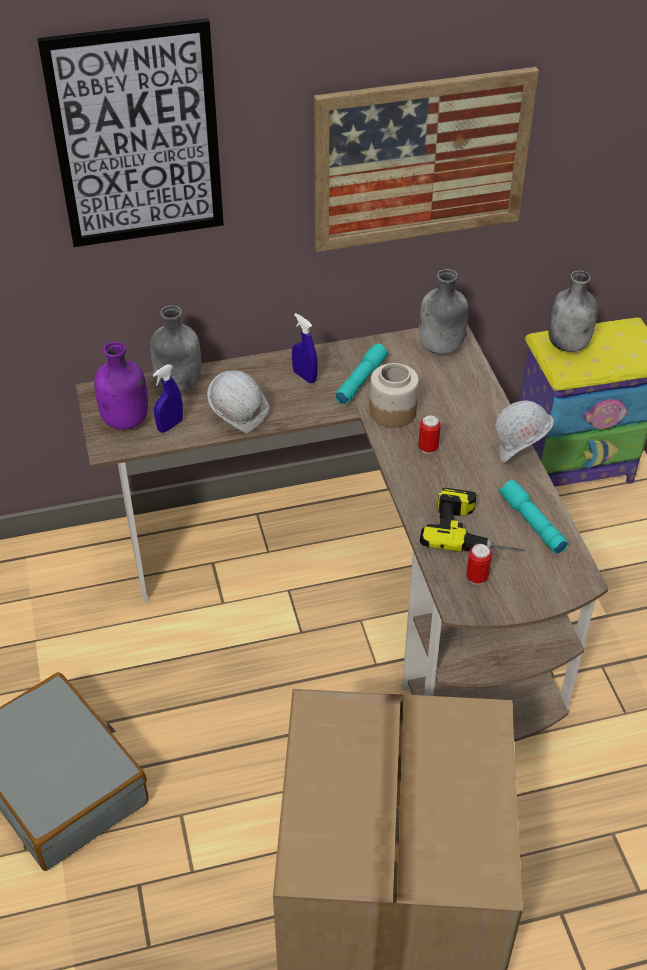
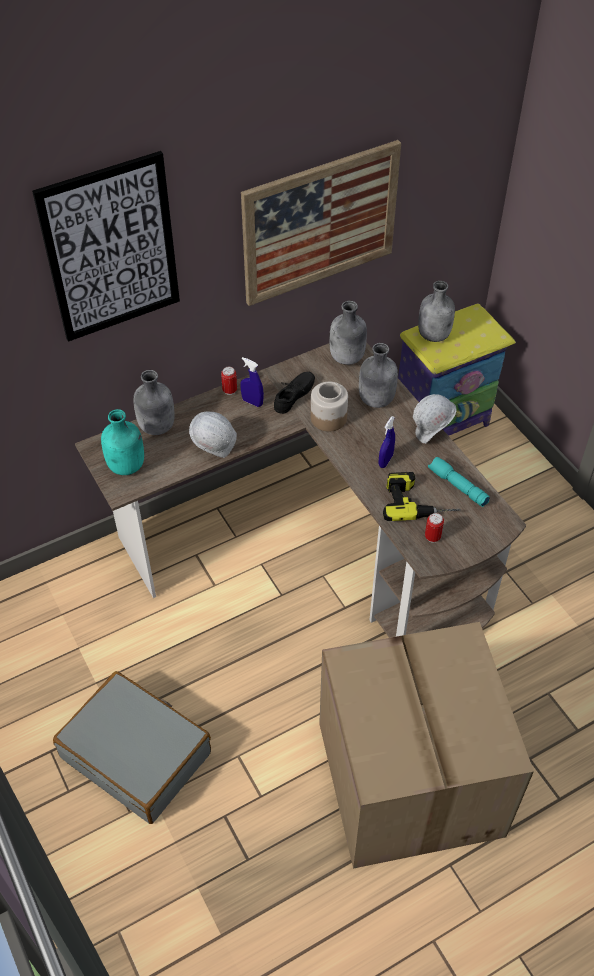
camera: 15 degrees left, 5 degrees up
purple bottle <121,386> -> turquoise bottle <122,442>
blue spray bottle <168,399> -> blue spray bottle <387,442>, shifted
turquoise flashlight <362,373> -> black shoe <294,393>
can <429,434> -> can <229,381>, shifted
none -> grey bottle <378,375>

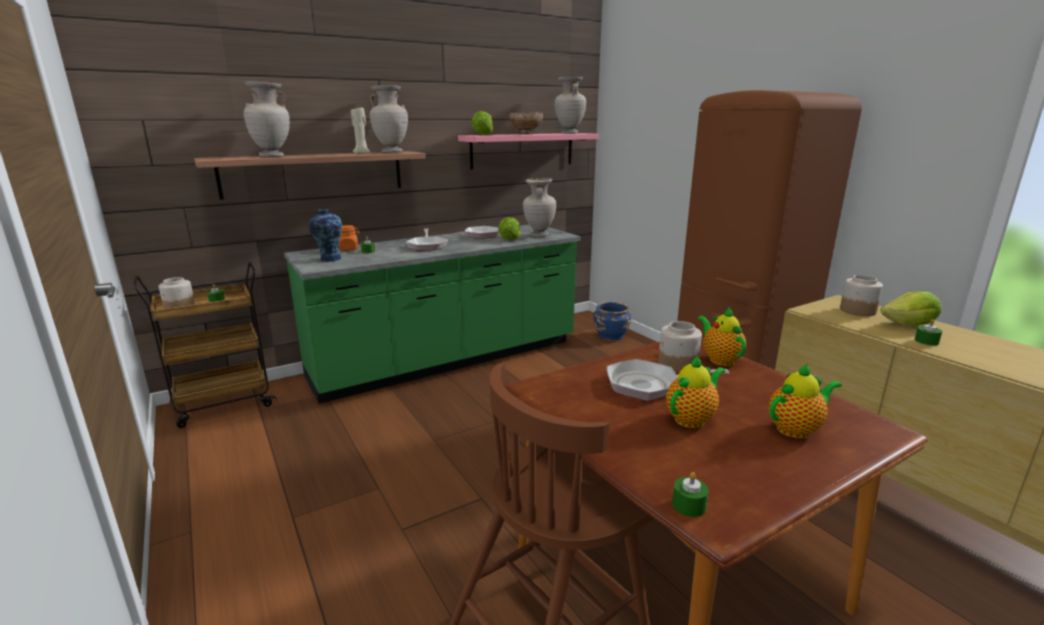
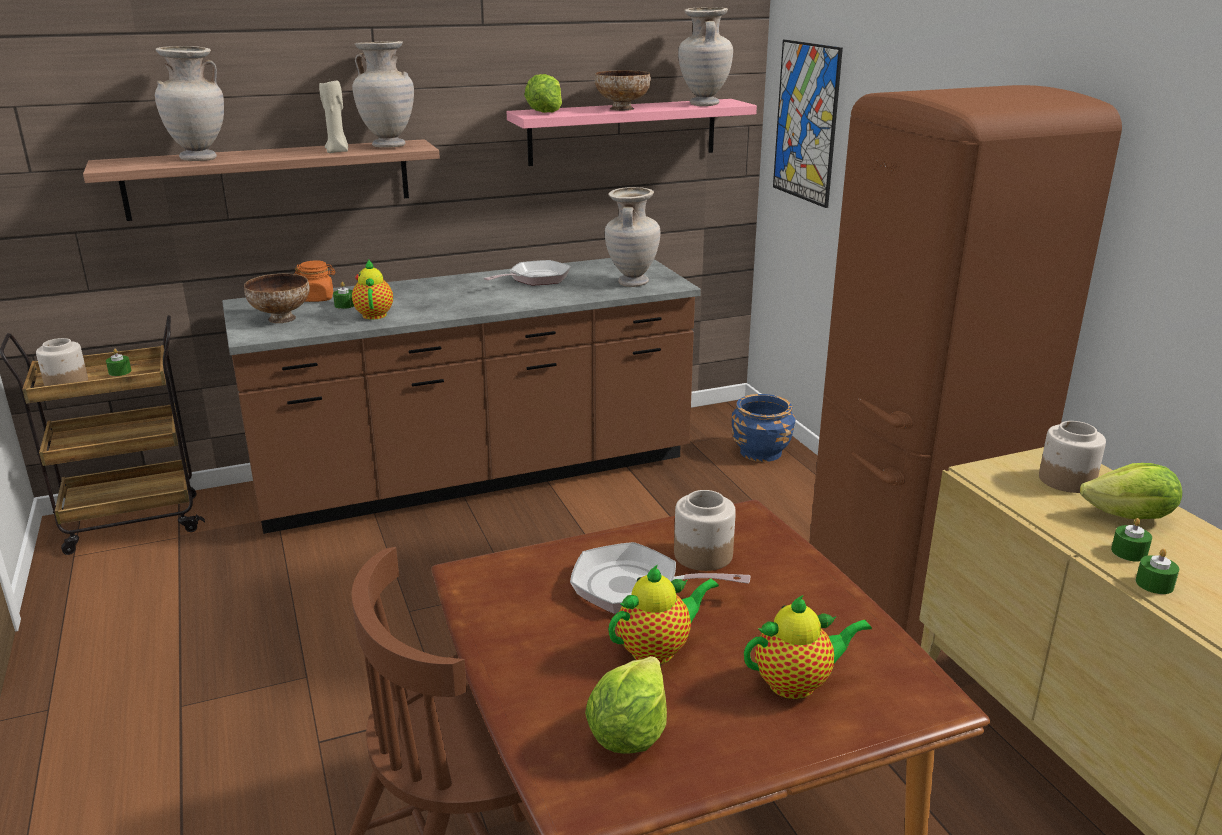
camera: 10 degrees right, 5 degrees up
green counter <432,314> -> brown counter <461,396>
vase <325,235> -> bowl <277,298>
frying pan <427,239> -> none
lettuce <509,228> -> lettuce <626,705>, shifted
green candle <690,494> -> green candle <1157,571>, shifted
teapot <722,336> -> teapot <372,290>, shifted
none -> picture <808,124>

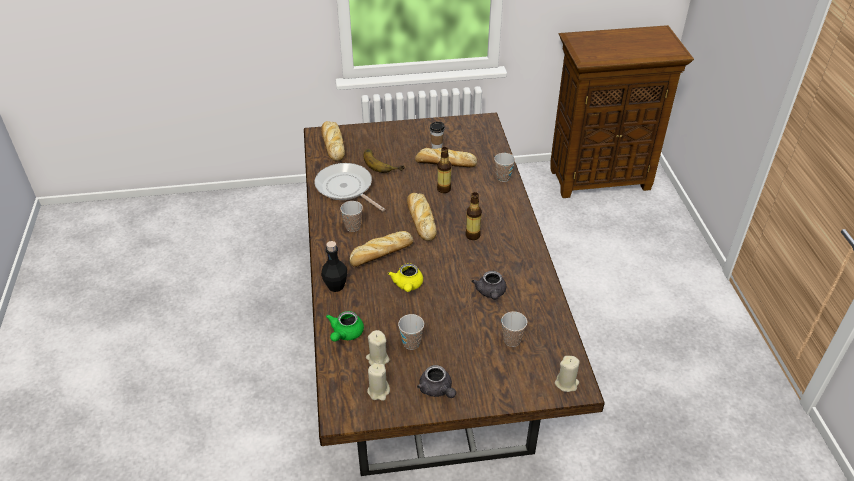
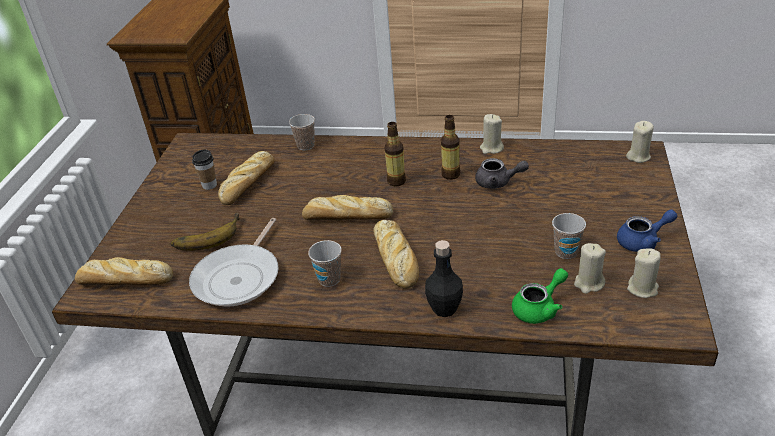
camera: 70 degrees left, 5 degrees down
frying pan <350,187> -> frying pan <234,262>, 45 degrees counterclockwise
green teapot <345,326> -> green teapot <540,296>, 75 degrees counterclockwise
yellow teapot <405,277> -> none
grey teapot <436,381> -> blue teapot <647,230>
bottle <444,170> -> bottle <450,147>, shifted
cup <514,329> -> none
none -> beige candle <492,134>

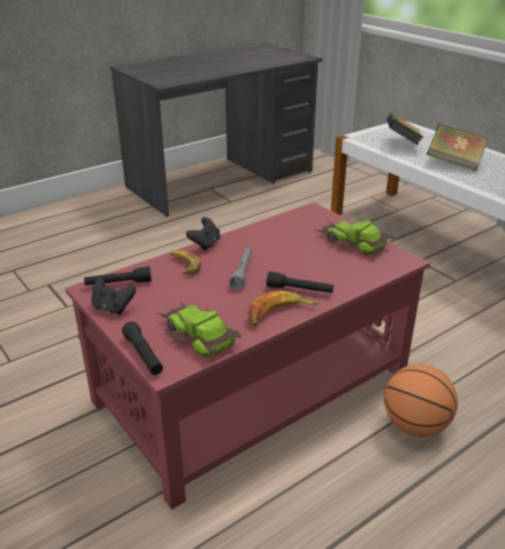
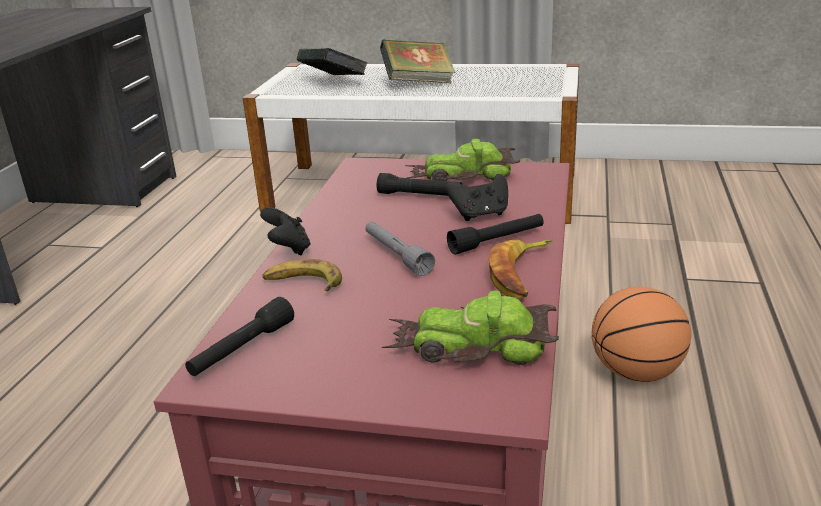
camera: 40 degrees left, 5 degrees down
black game controller <114,296> -> black game controller <477,197>, shifted
black flashlight <142,348> -> black flashlight <419,184>, shifted

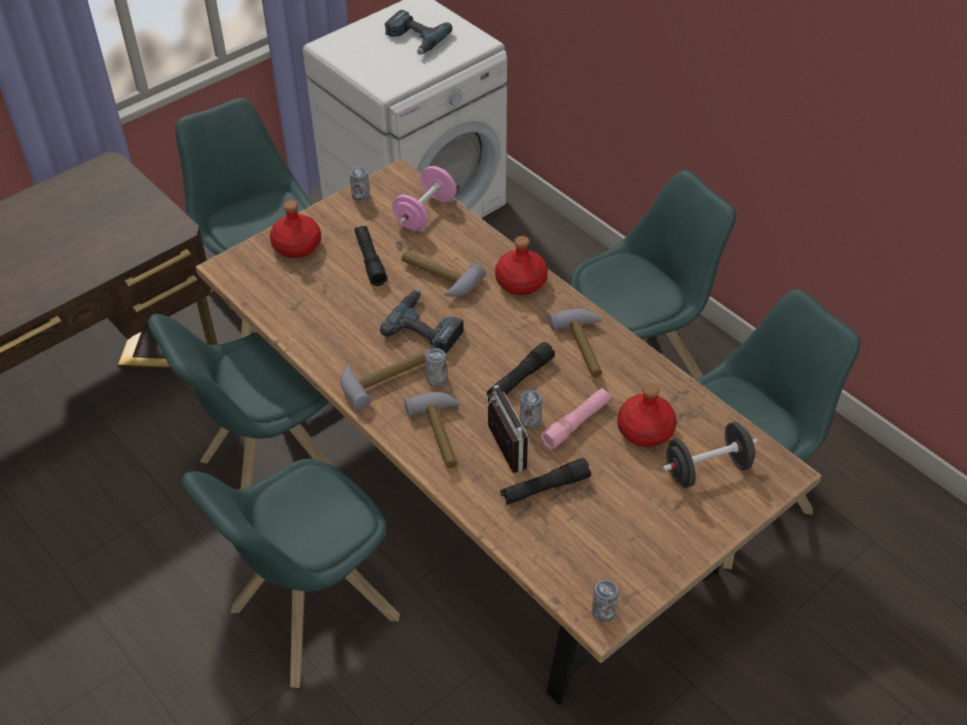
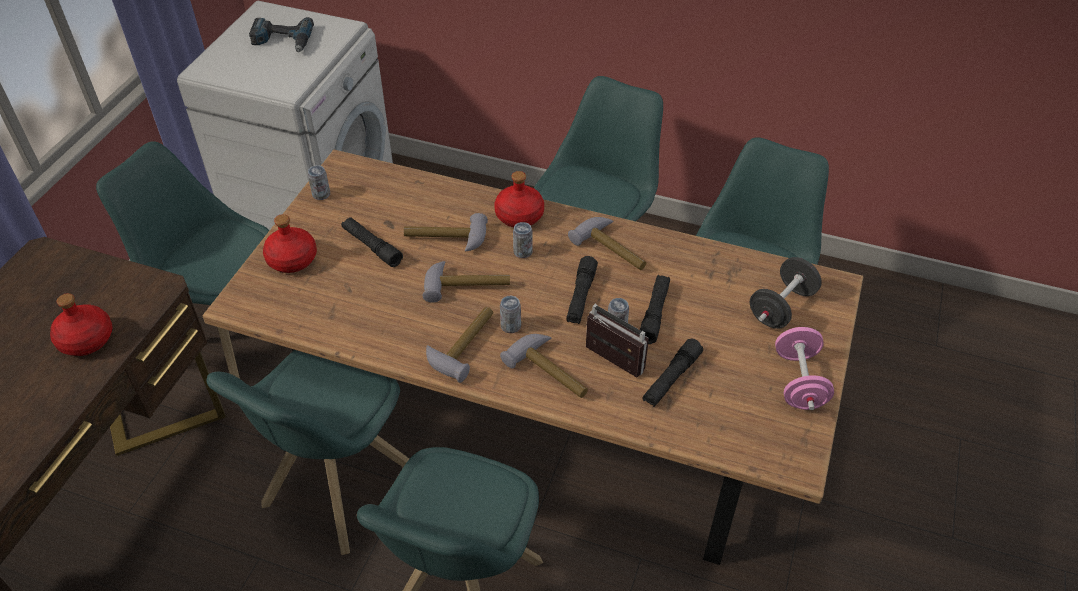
camera: 30 degrees left, 0 degrees up
power drill <422,321> -> hammer <466,282>
pink dumbbell <424,198> -> pink dumbbell <804,368>, shifted
pink flashlight <576,418> -> black flashlight <655,309>
can <605,601> -> can <523,240>, shifted
red bottle <647,415> -> red bottle <81,324>, shifted

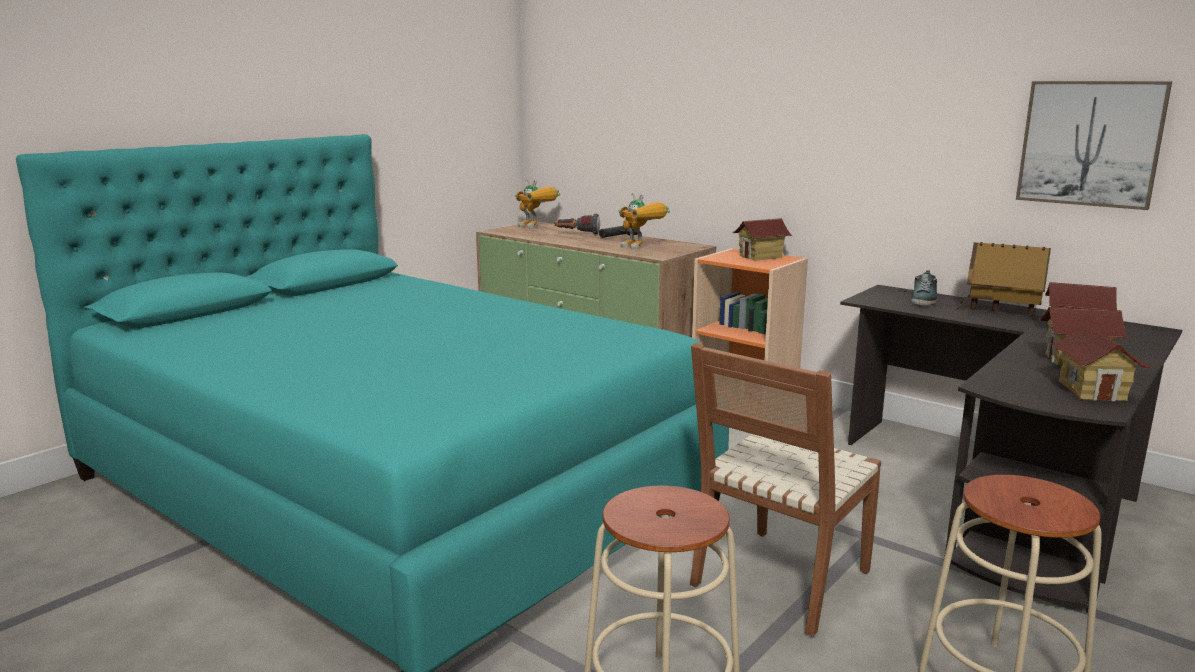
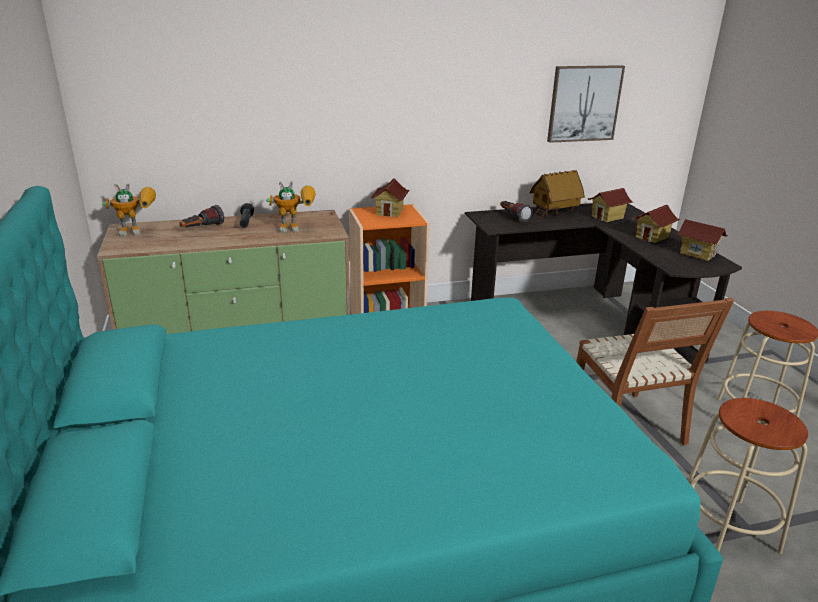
camera: 55 degrees left, 10 degrees up
shoe <924,287> -> flashlight <516,211>

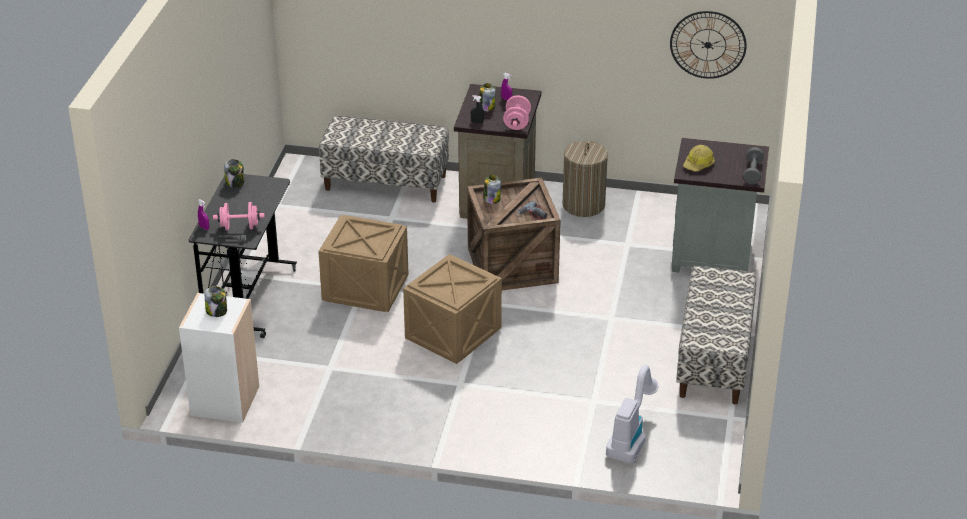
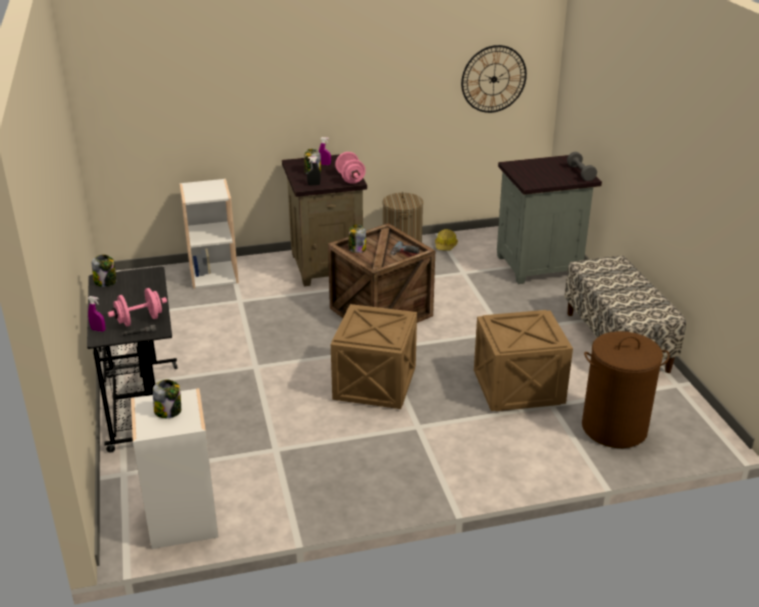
camera: 25 degrees left, 5 degrees down
crate <363,263> -> crate <523,360>, shifted
bench <384,159> -> bookcase <209,234>
vacuum cleaner <632,414> -> brown laundry basket <626,389>
hard hat <699,158> -> hard hat <446,240>, shifted

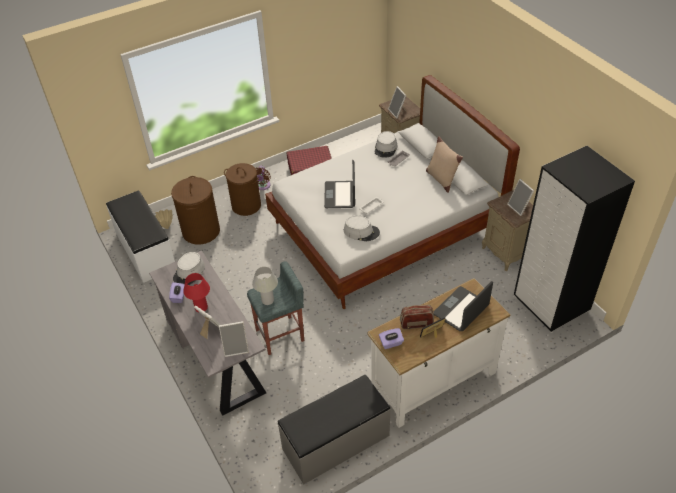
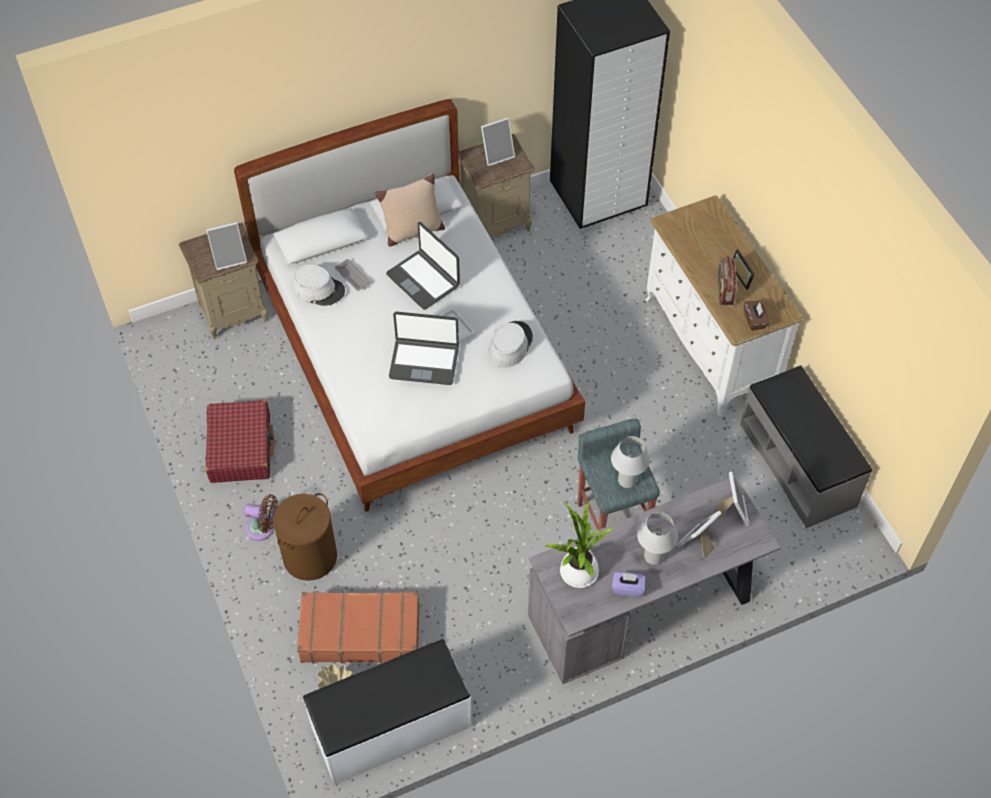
camera: 85 degrees left, 10 degrees up
brown laundry basket <195,210> -> brown suitcase <358,627>
grey hat <189,268> -> potted plant <579,545>
red table lamp <196,293> -> white table lamp <657,538>
purple tissue box <391,338> -> brown tissue box <756,316>
laptop <463,306> -> laptop <423,266>, shifted

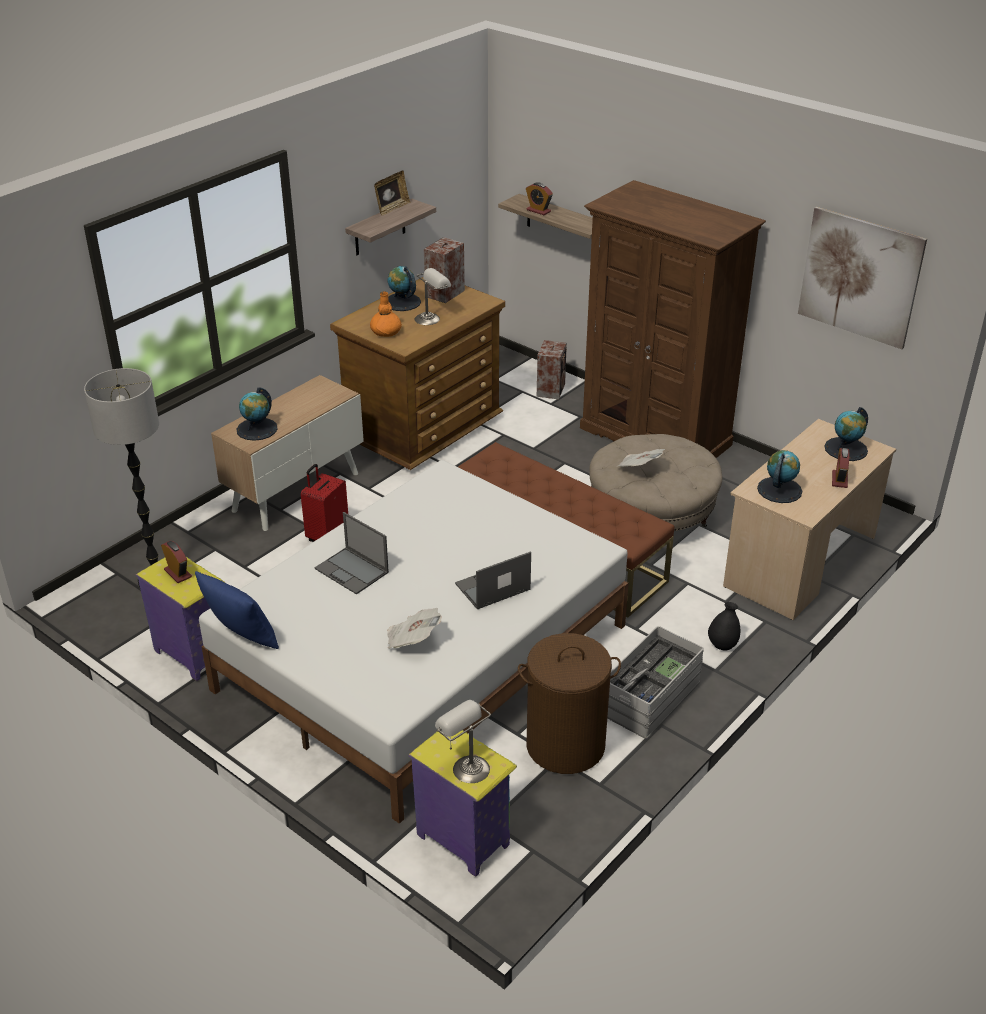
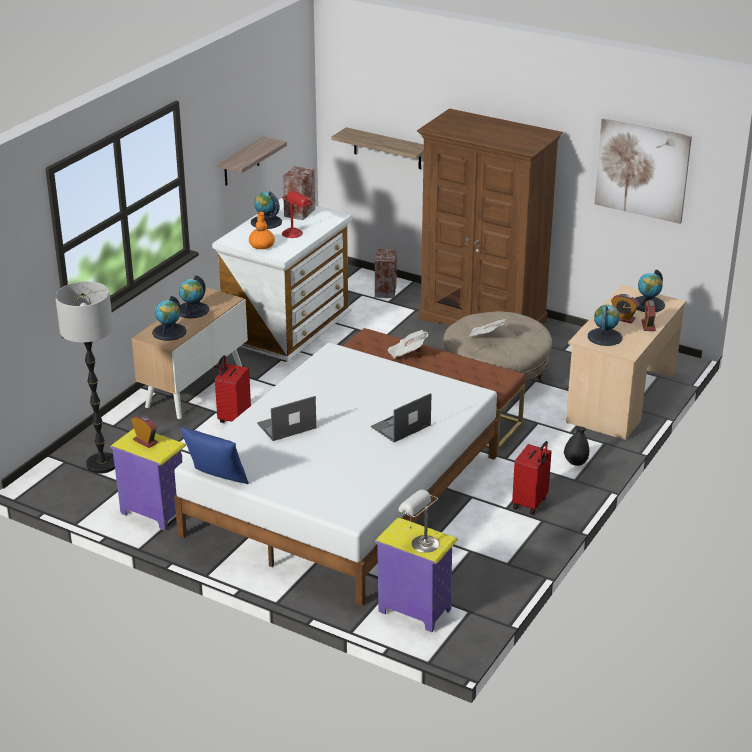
camera: 10 degrees left, 5 degrees down
laptop <351,553> -> laptop <286,418>, 120 degrees clockwise
brown dresser <417,373> -> white dresser <282,280>
picture frame <392,193> -> none
newspaper <414,628> -> newspaper <408,344>, shifted
white table lamp <433,296> -> red table lamp <297,214>
brown laundry basket <569,703> -> none
alarm clock <539,198> -> alarm clock <625,308>, shifted
grey storage box <655,682> -> red suitcase <532,478>
none -> globe <194,296>

